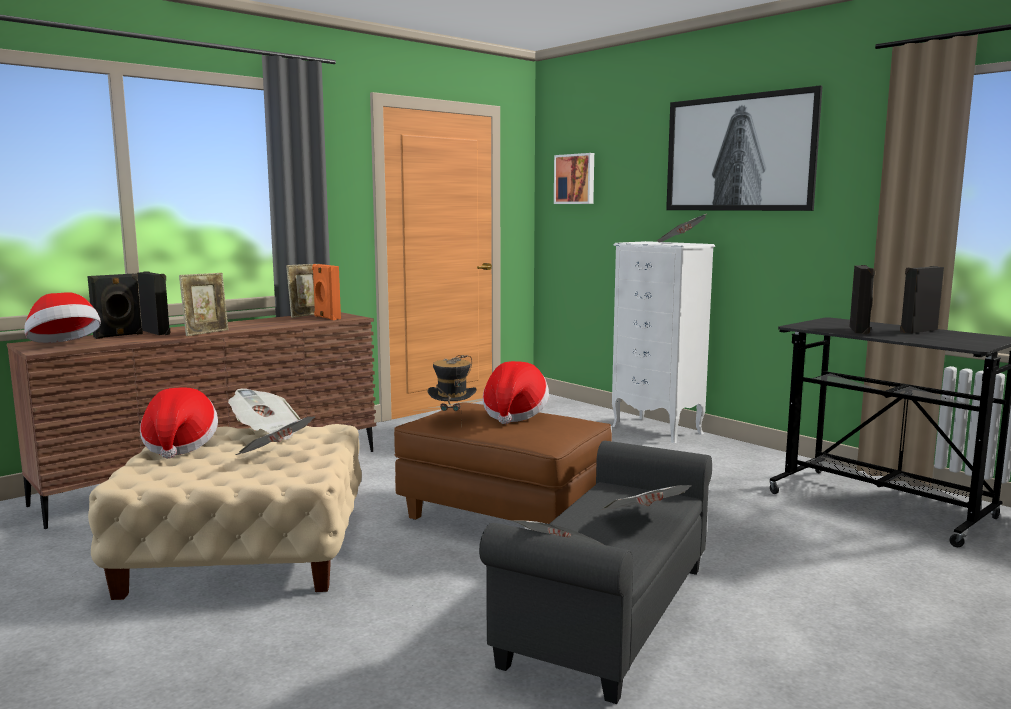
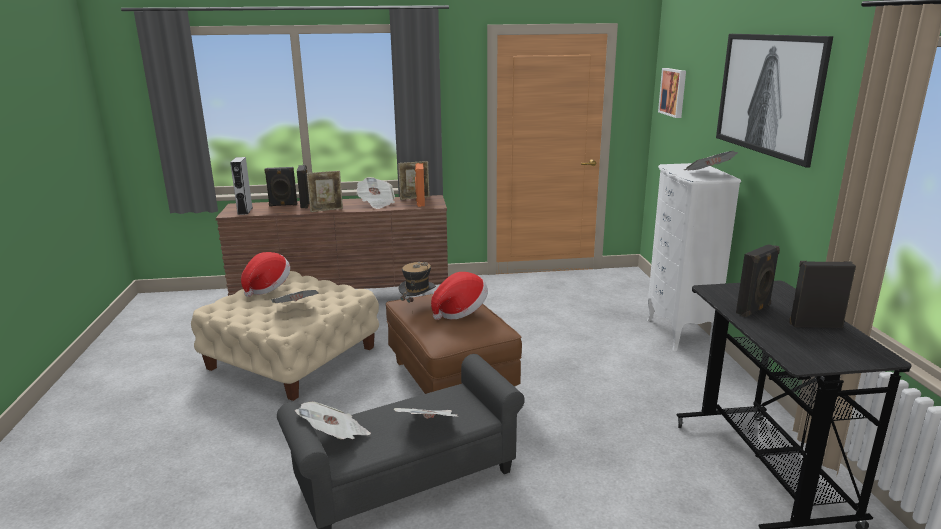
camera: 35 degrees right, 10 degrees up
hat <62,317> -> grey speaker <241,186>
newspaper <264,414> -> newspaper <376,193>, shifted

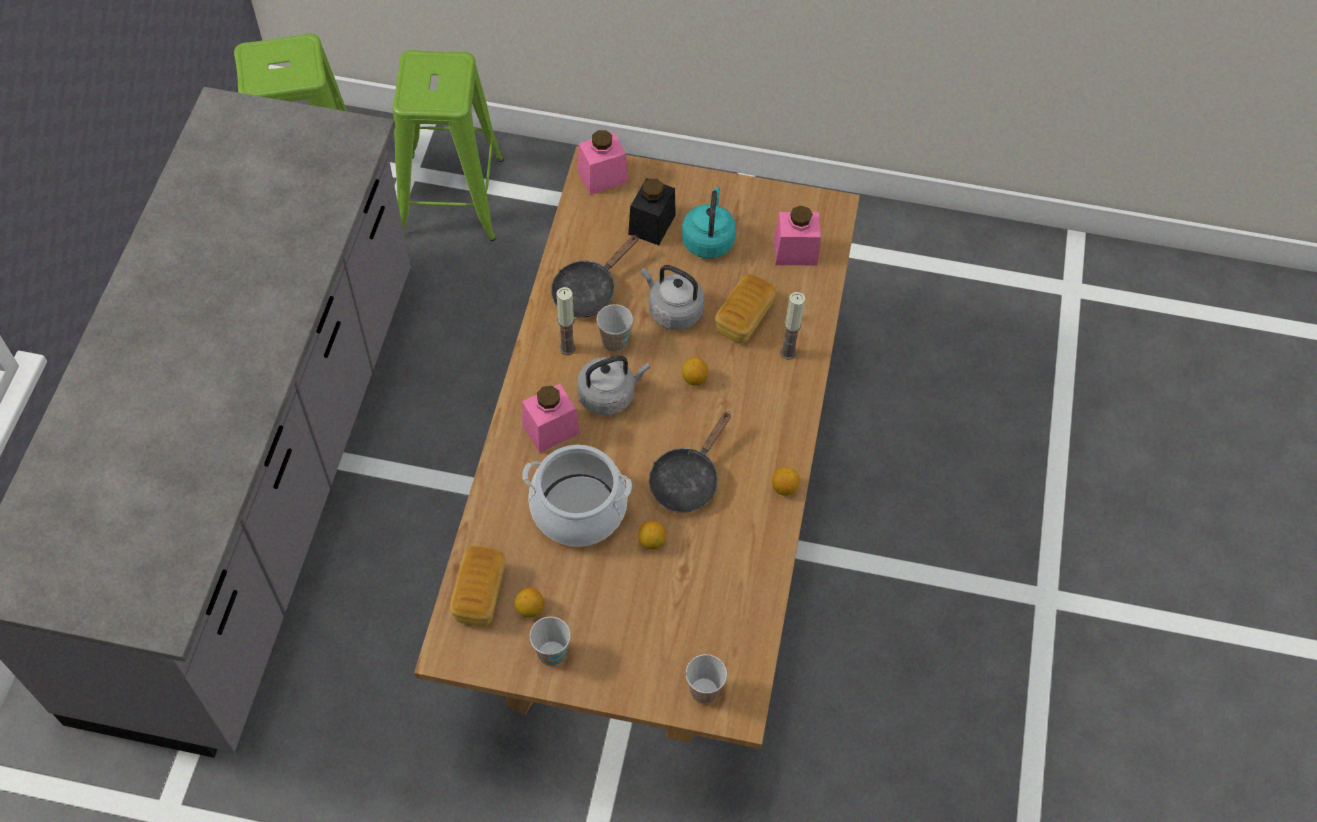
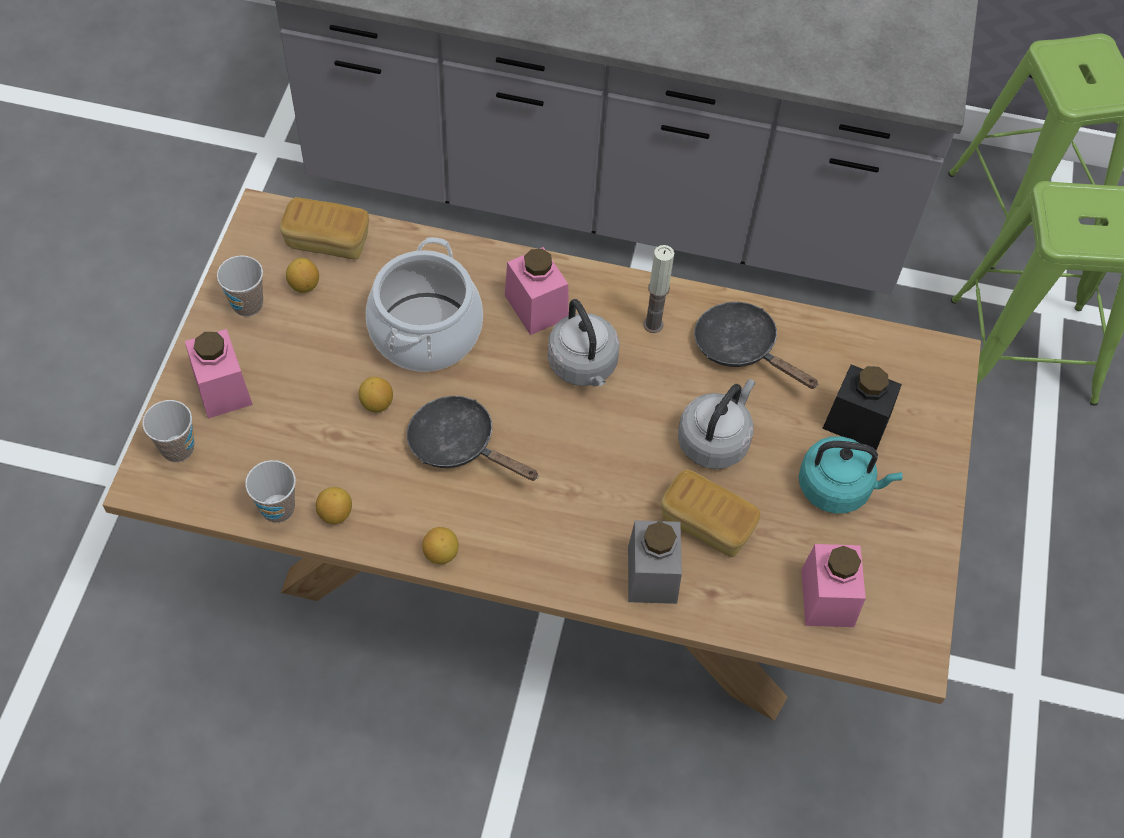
camera: 90 degrees right, 0 degrees up
pink jar <603,162> -> pink jar <219,374>, shifted
cup <615,328> -> cup <270,491>, shifted
lemon <695,372> -> lemon <334,505>, shifted
candle <792,326> -> grey jar <655,562>

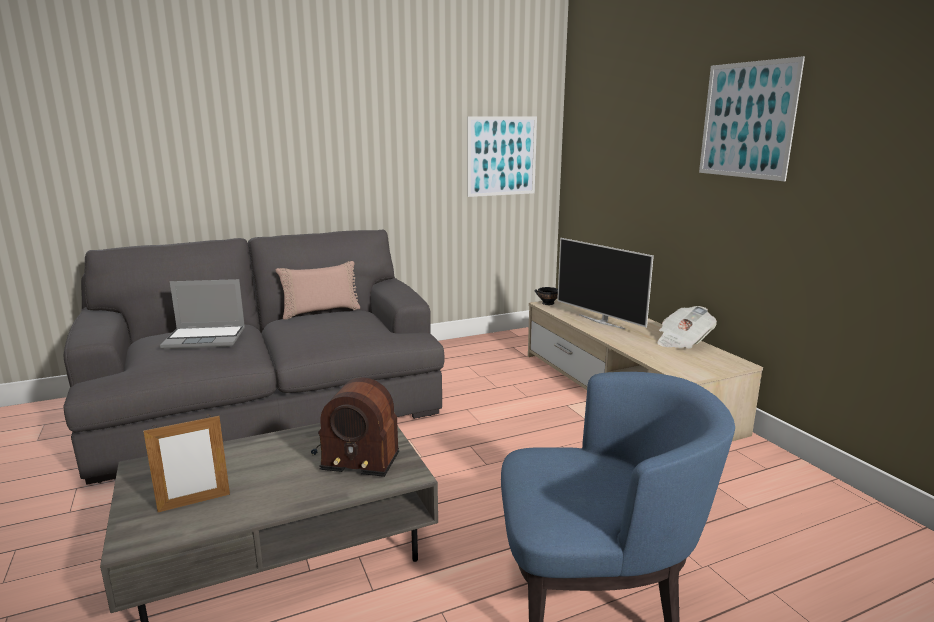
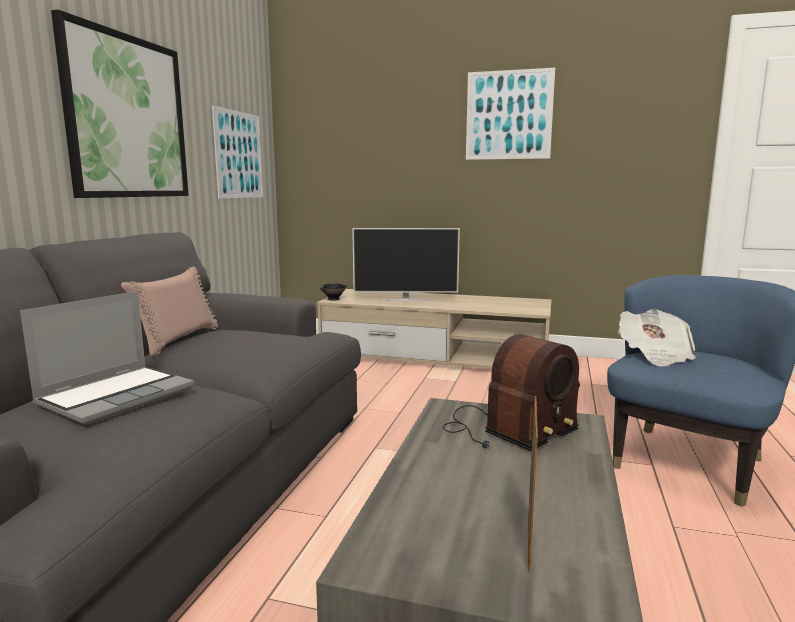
camera: 50 degrees left, 5 degrees down
newspaper <687,327> -> newspaper <657,337>, shifted
none -> picture <120,104>

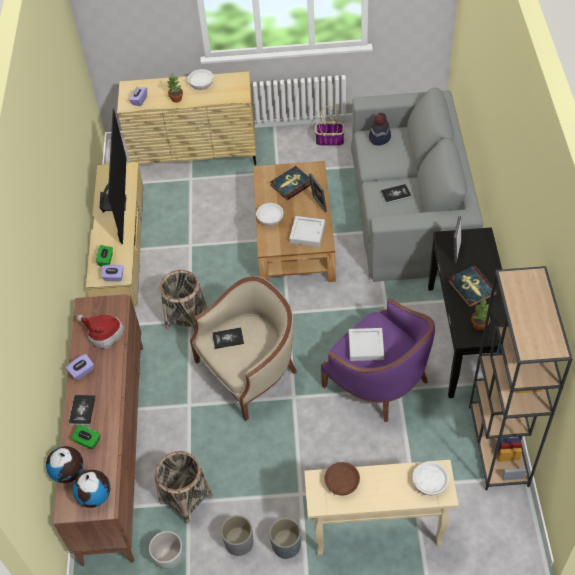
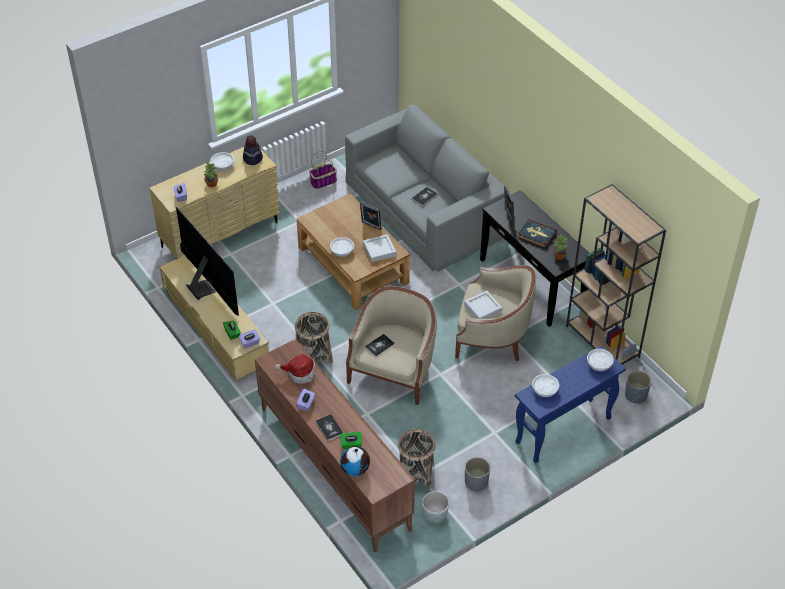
camera: 35 degrees left, 5 degrees down
globe <91,489> -> none
grey planter <285,538> -> grey planter <638,387>, shifted
book <290,183> -> none
beige console table <381,507> -> blue console table <570,404>
purple armchair <378,360> -> beige armchair <495,313>
brown bowl <342,479> -> white bowl <545,385>
hat <380,129> -> hat <253,150>, shifted

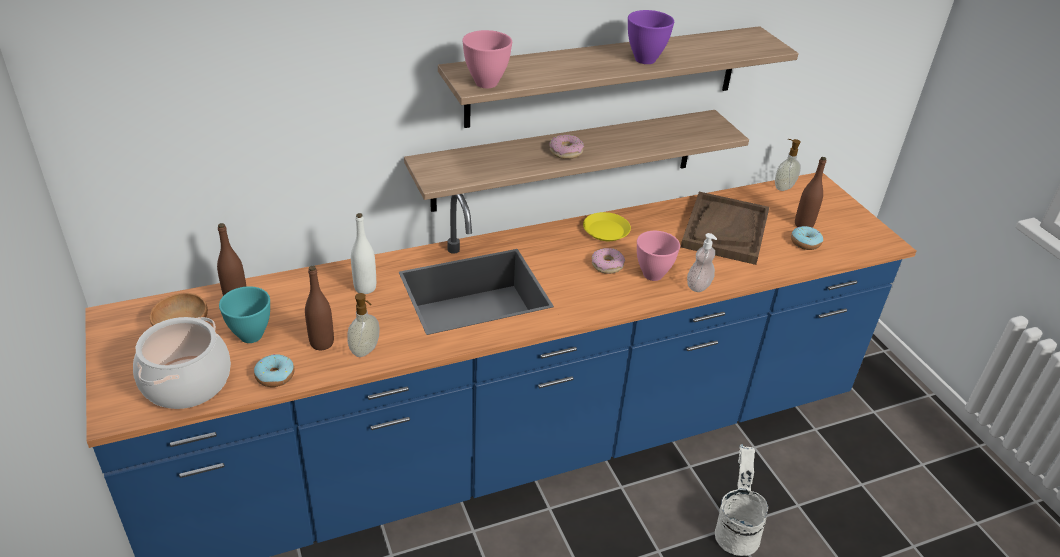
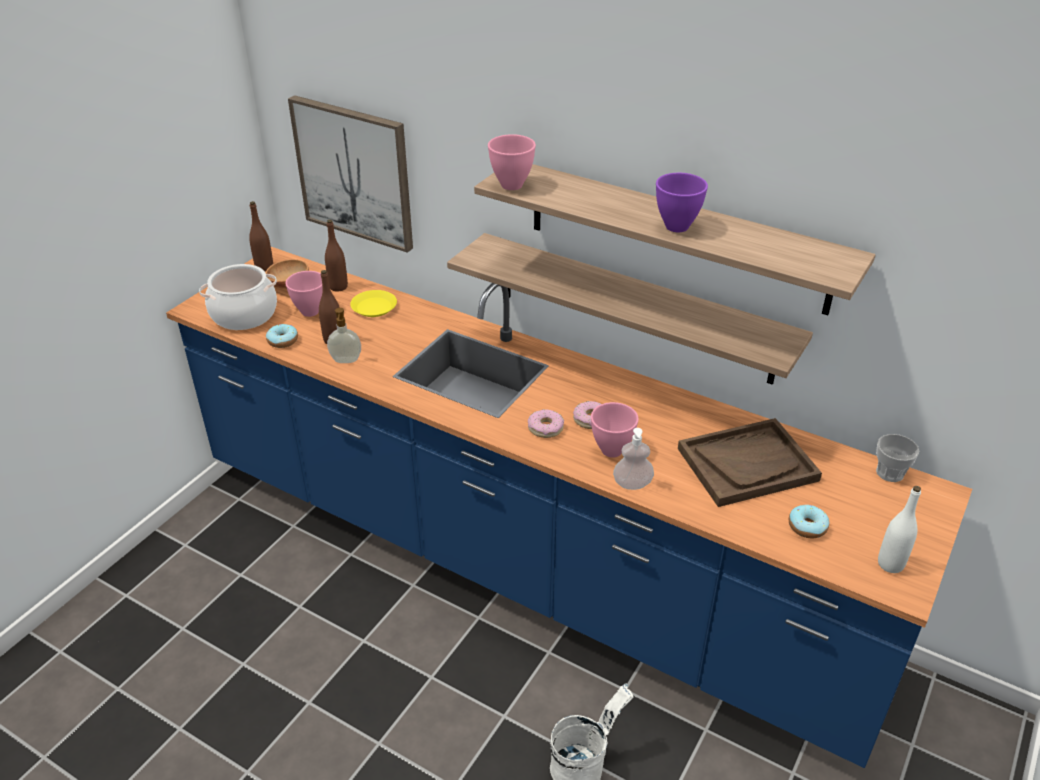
camera: 55 degrees right, 0 degrees up
turquoise bowl <244,314> -> pink bowl <304,294>
white bottle <363,253> -> white bottle <899,529>, shifted
donut <567,147> -> donut <546,423>, shifted
yellow plate <607,226> -> yellow plate <373,303>, shifted
soap dispenser <788,165> -> cup <897,458>
brown bottle <810,192> -> brown bottle <261,236>, shifted
none -> picture <350,174>

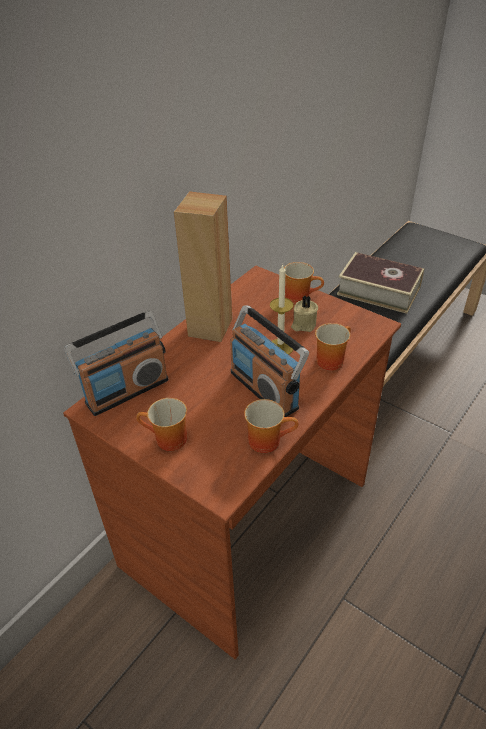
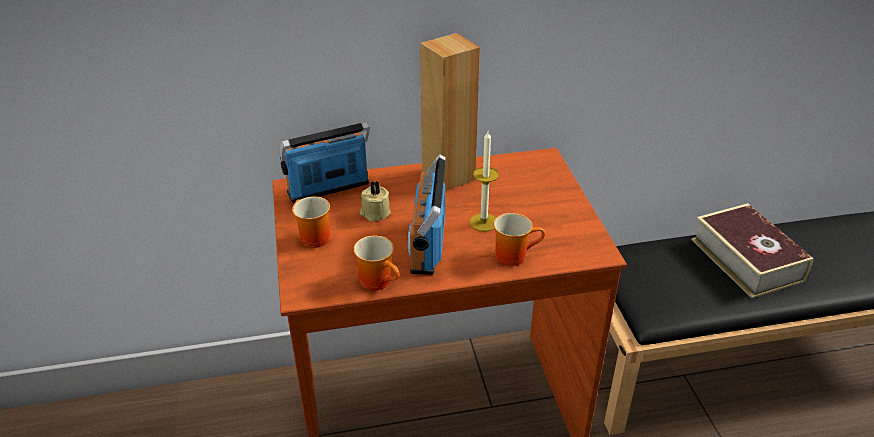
camera: 40 degrees right, 5 degrees down
radio <116,363> -> radio <324,162>, 150 degrees clockwise
mug <304,283> -> none
beige candle <304,313> -> beige candle <375,201>, shifted

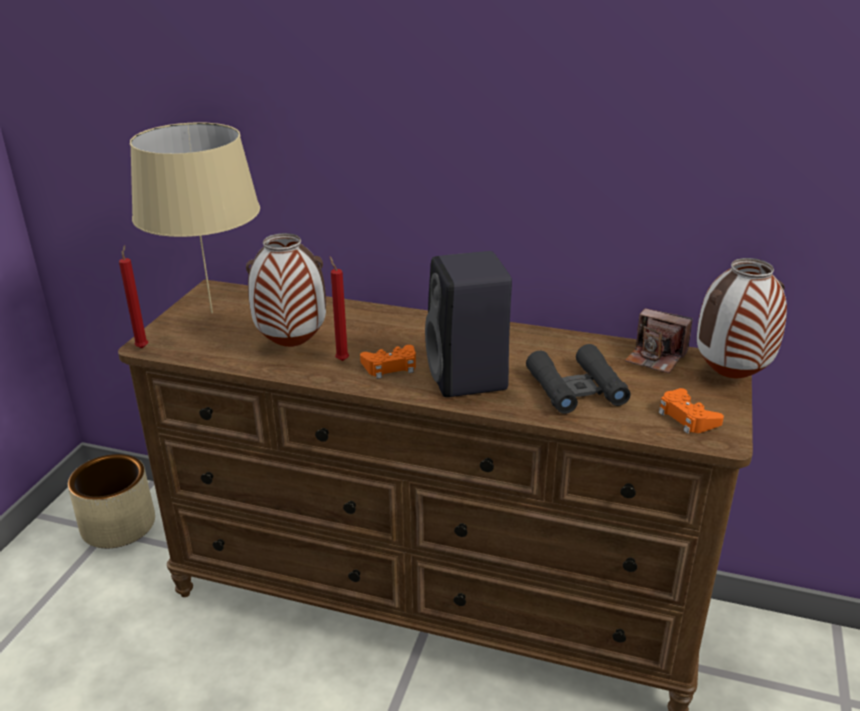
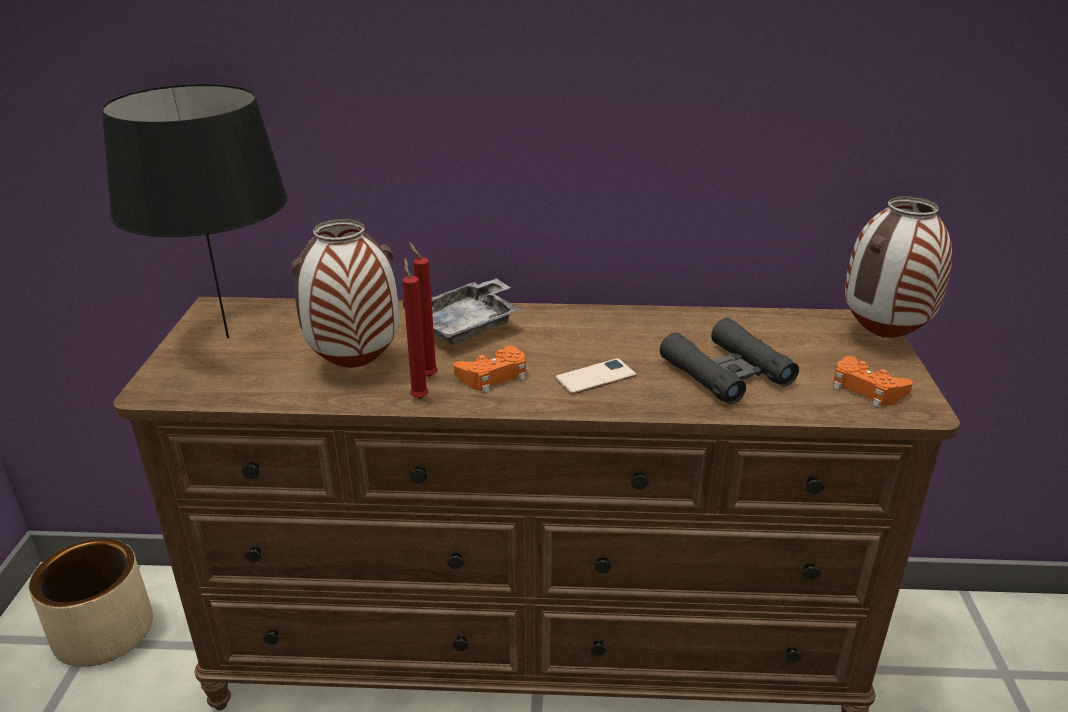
camera: 15 degrees left, 0 degrees up
red candle <133,297> -> red candle <415,328>, shifted
beige table lamp <195,217> -> black table lamp <194,211>
black speaker <468,324> -> phone <596,376>
photo camera <658,341> -> none
none -> grey tray <462,311>

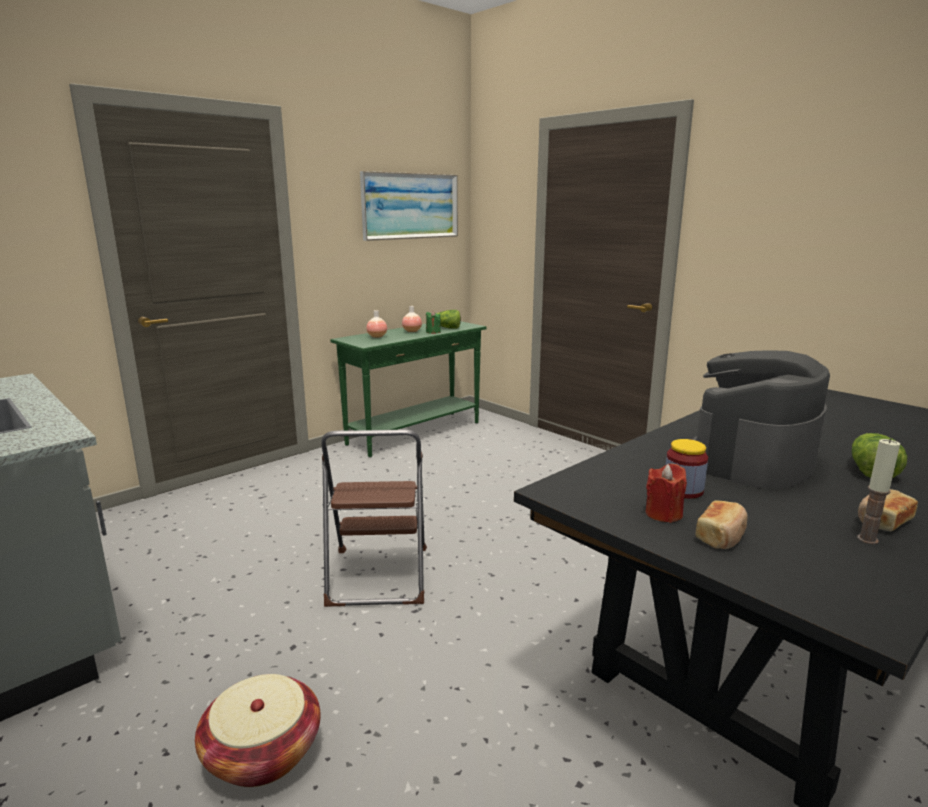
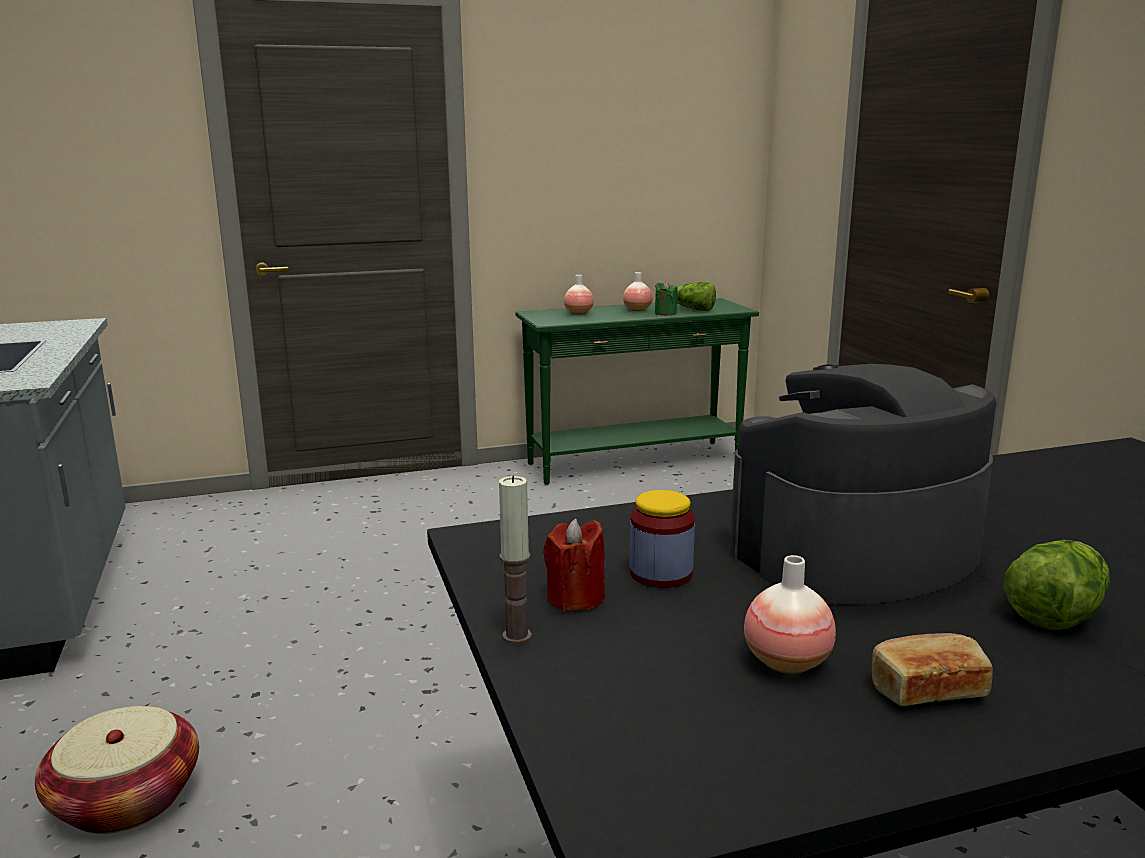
camera: 25 degrees right, 0 degrees up
brown step ladder <374,518> -> none
picture <409,206> -> none
bread <721,525> -> none
candle <878,491> -> candle <515,559>, shifted
none -> vase <790,614>

